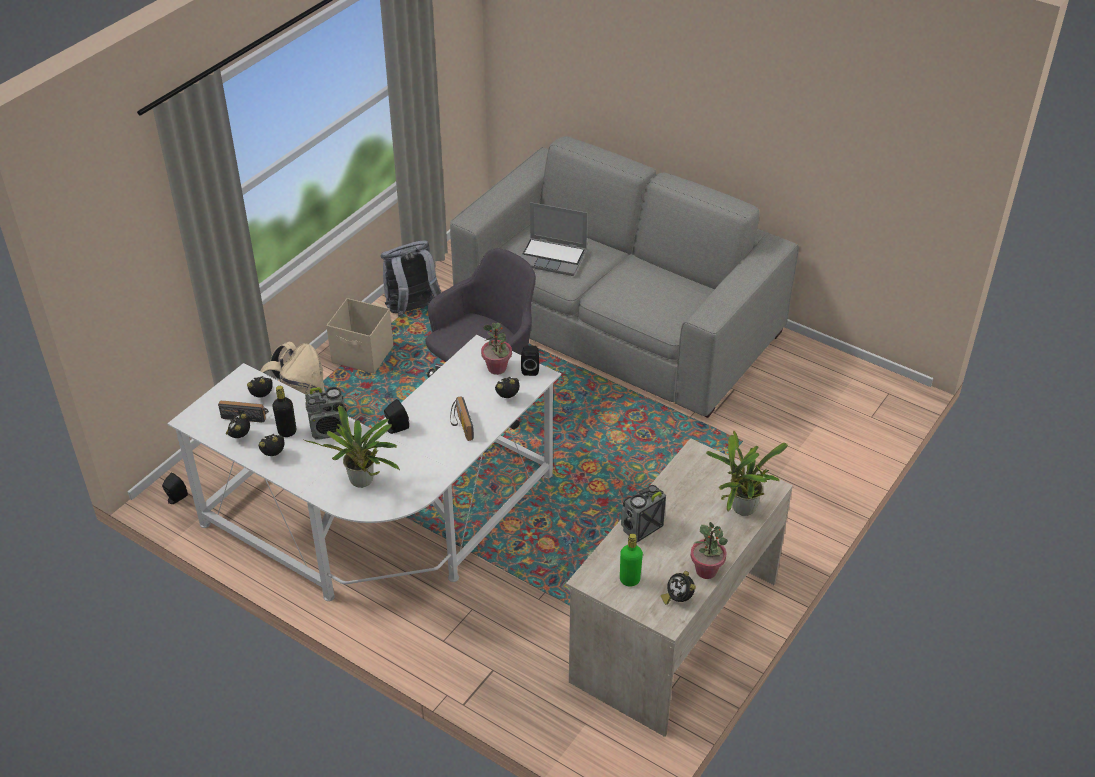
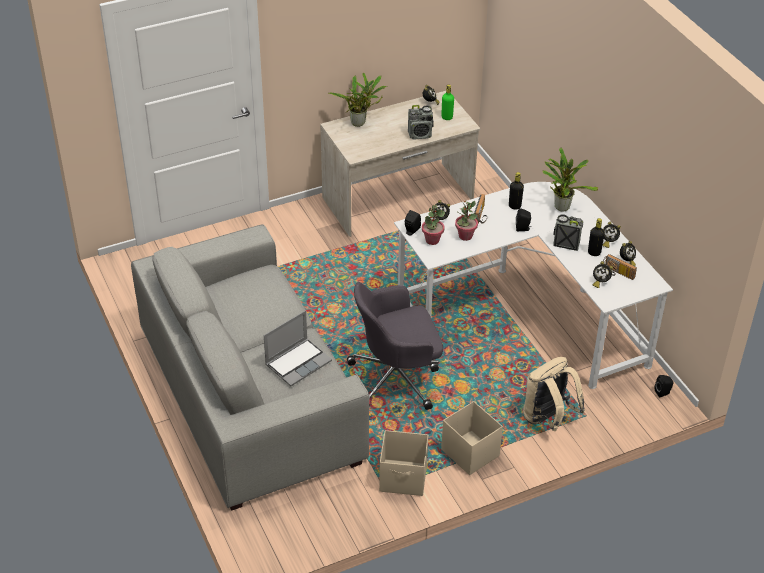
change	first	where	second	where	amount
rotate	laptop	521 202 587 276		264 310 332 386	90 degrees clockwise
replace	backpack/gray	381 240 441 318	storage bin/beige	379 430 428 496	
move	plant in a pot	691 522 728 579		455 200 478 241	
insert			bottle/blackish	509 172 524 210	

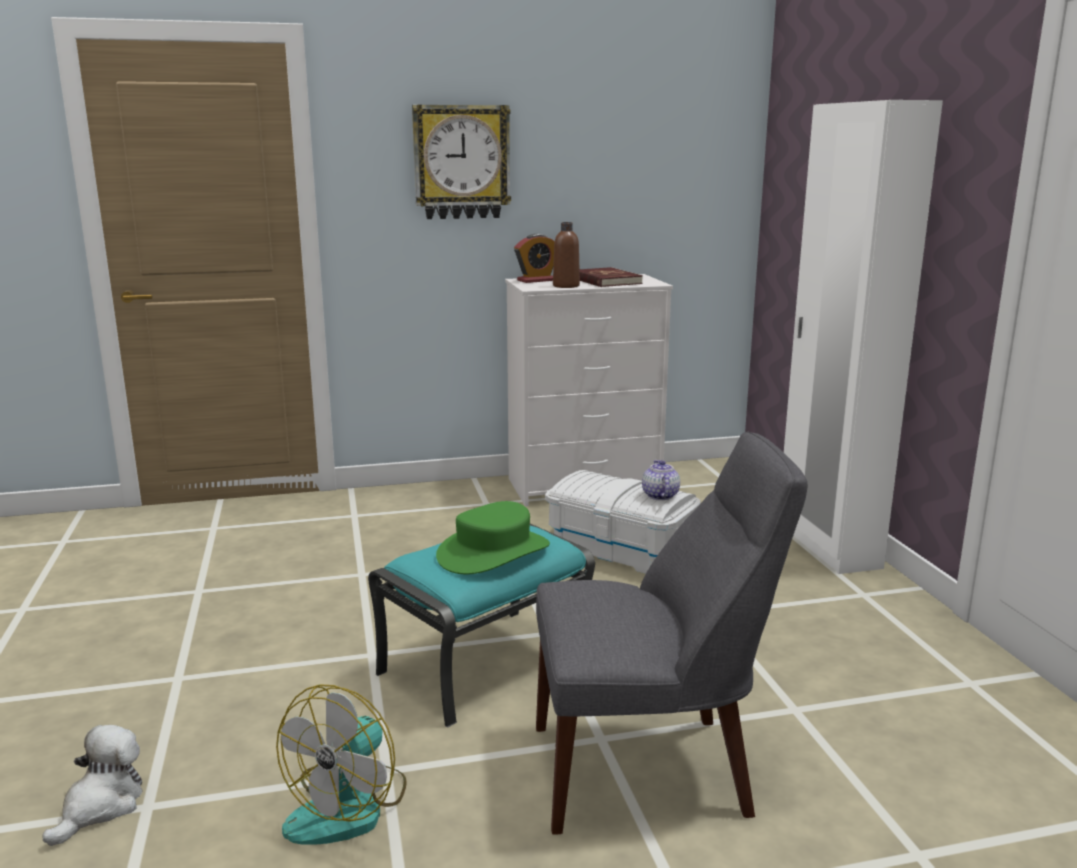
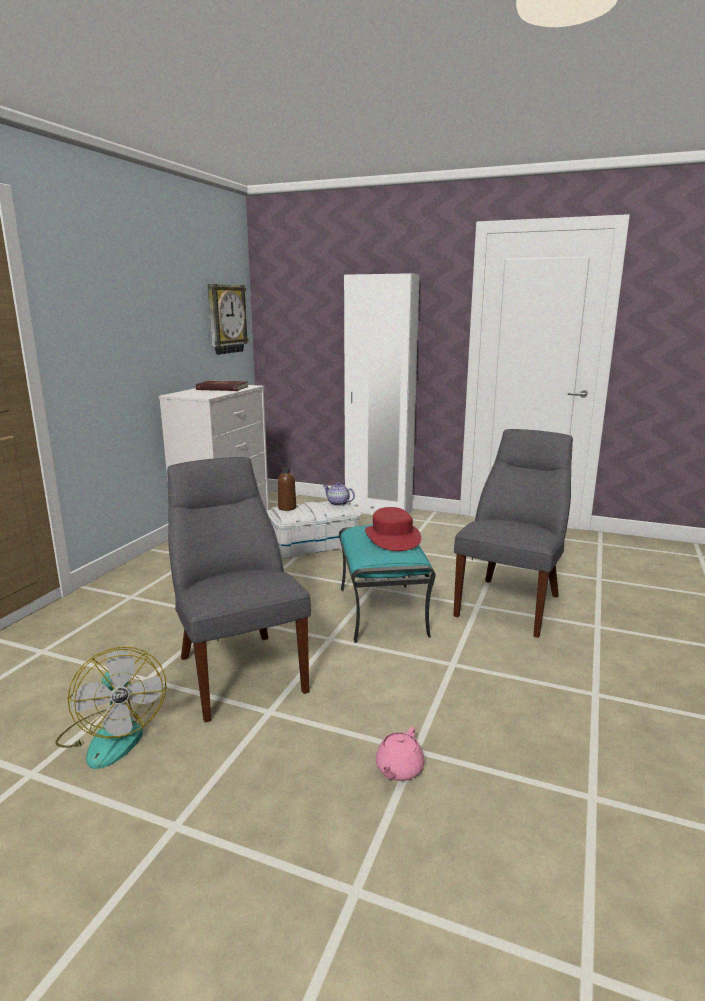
change	first	where	second	where	amount
move	clock on the wall	412 104 511 219		207 284 249 355	
move	bottle/brown	553 222 580 288		278 466 296 511	
delete	bedside clock	514 234 555 283			
recolor	hat/green-coloured	436 501 550 574	hat/red	365 507 421 551	
move	fan	276 684 407 845		55 647 166 769	
replace	soft toy	43 725 142 846	pot for tea/pink	376 727 424 781	
insert			plain chair/gray	167 457 311 722	

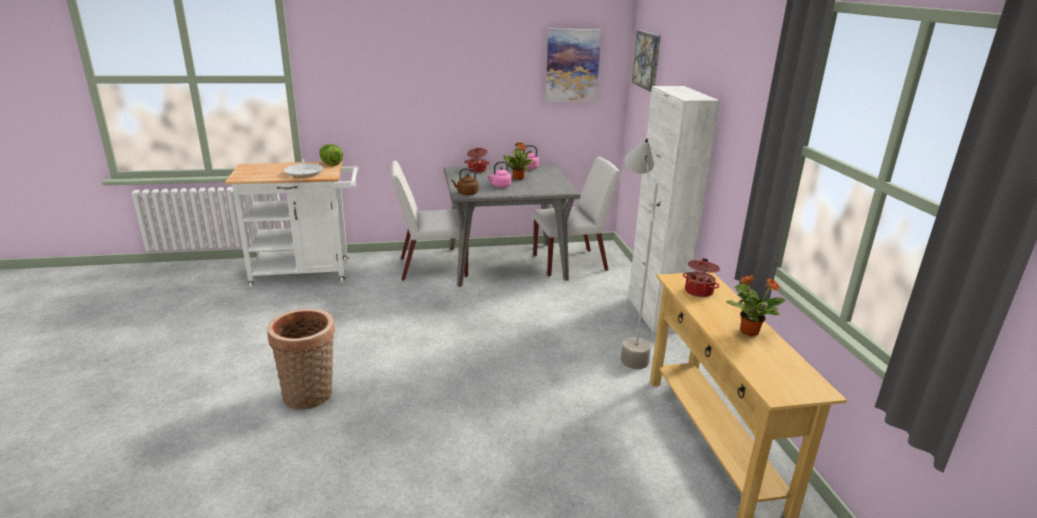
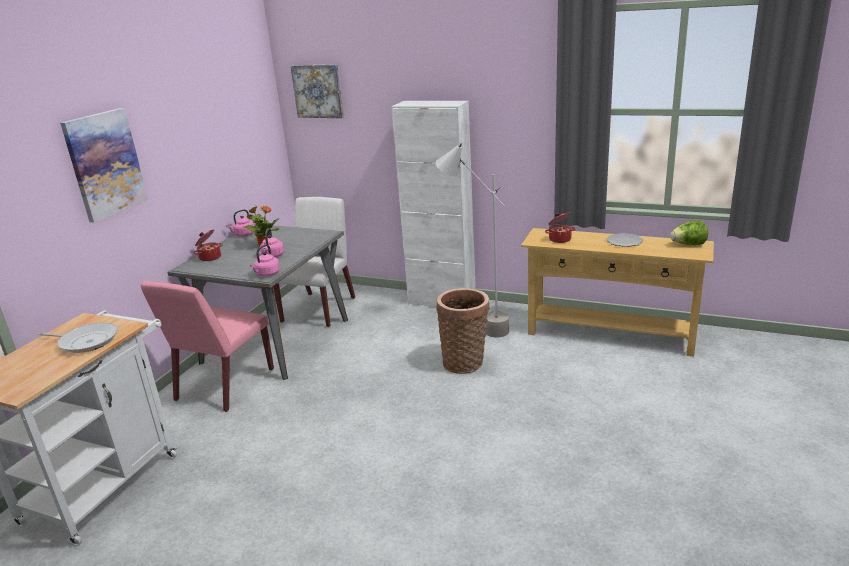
change	first	where	second	where	amount
move	wall picture	545 29 602 102		60 108 148 223	
move	lettuce	319 144 343 166		670 220 708 245	
recolor	plain chair/white	391 160 470 281	plain chair/pink	141 281 274 412	
recolor	tea kettle/brown	451 168 478 195	tea kettle/pink	250 244 280 277	
replace	plant in a pot	726 274 786 336	flat dish	606 233 644 247	
move	storage basket	267 309 335 410		436 288 490 374	

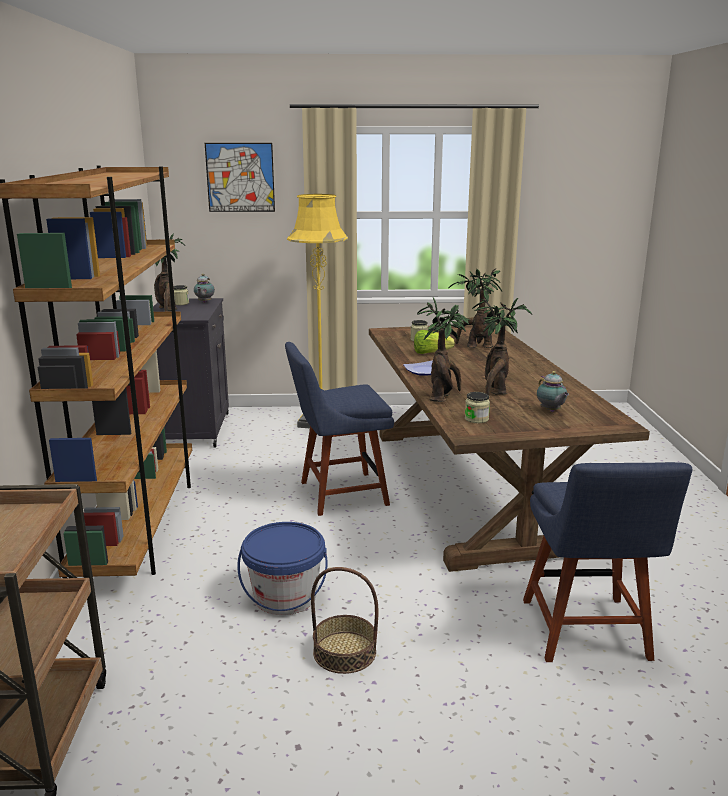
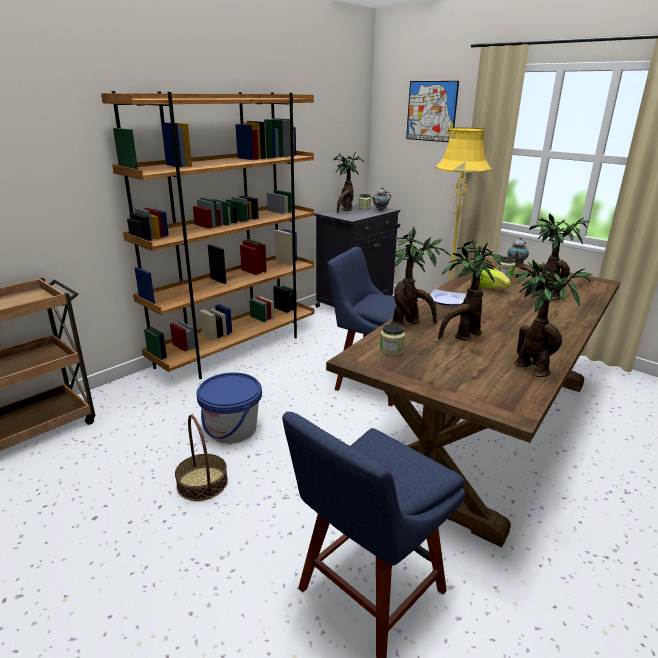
change	first	where	second	where	amount
move	pot for tea	537 371 569 412		507 237 529 266	
insert			plant in a pot	511 259 593 377	

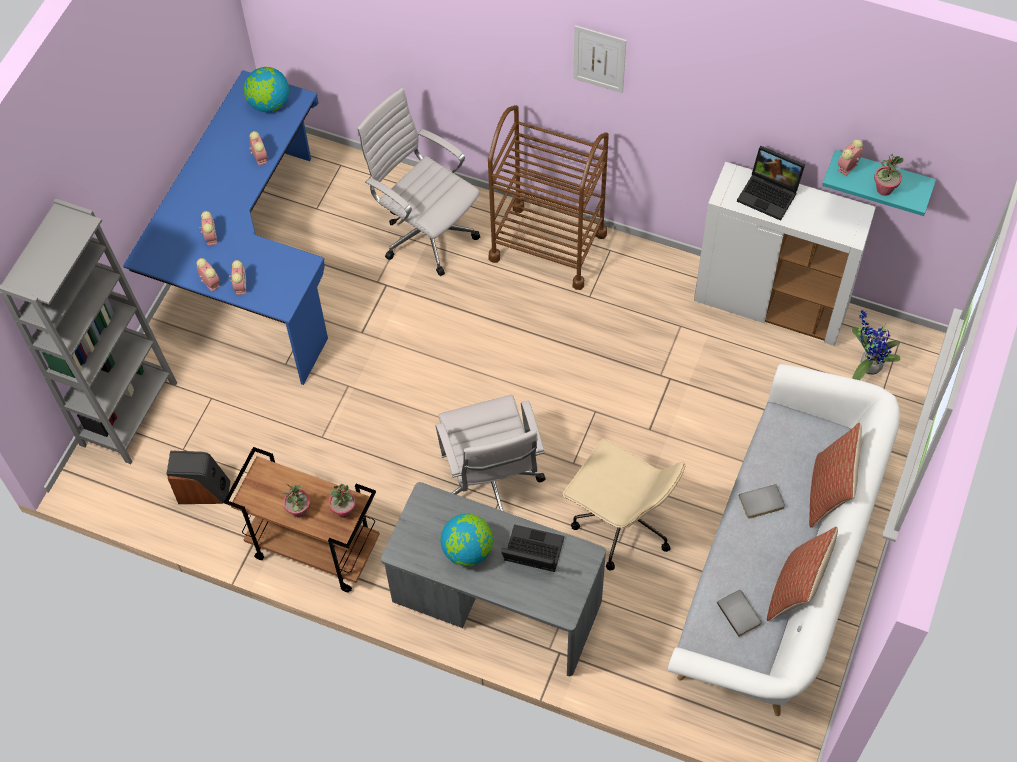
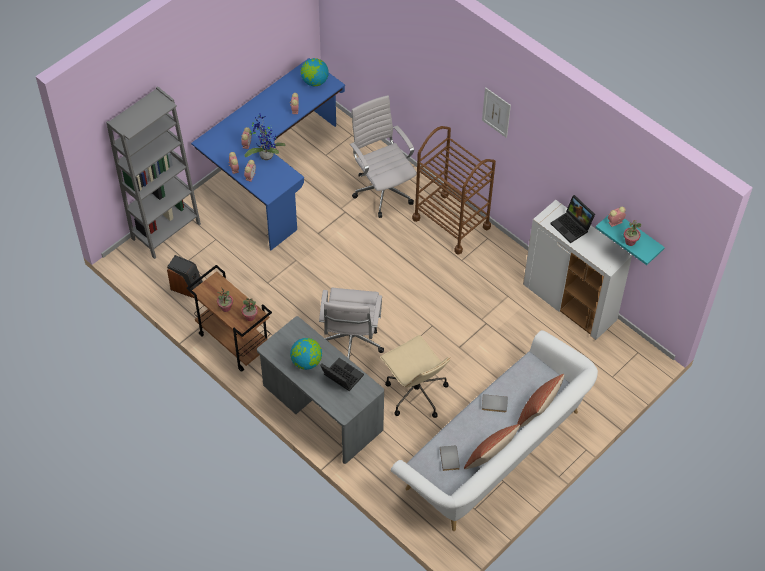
change	first	where	second	where	amount
move	plant in a pot	851 310 900 380		244 114 286 160	

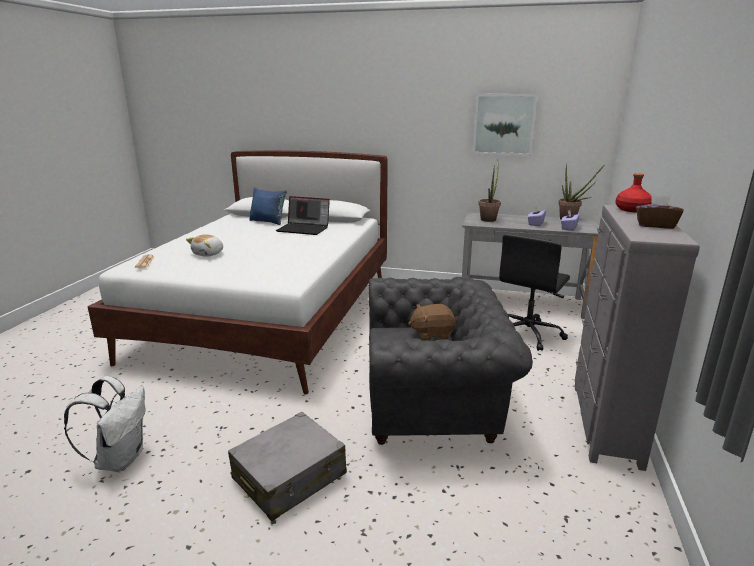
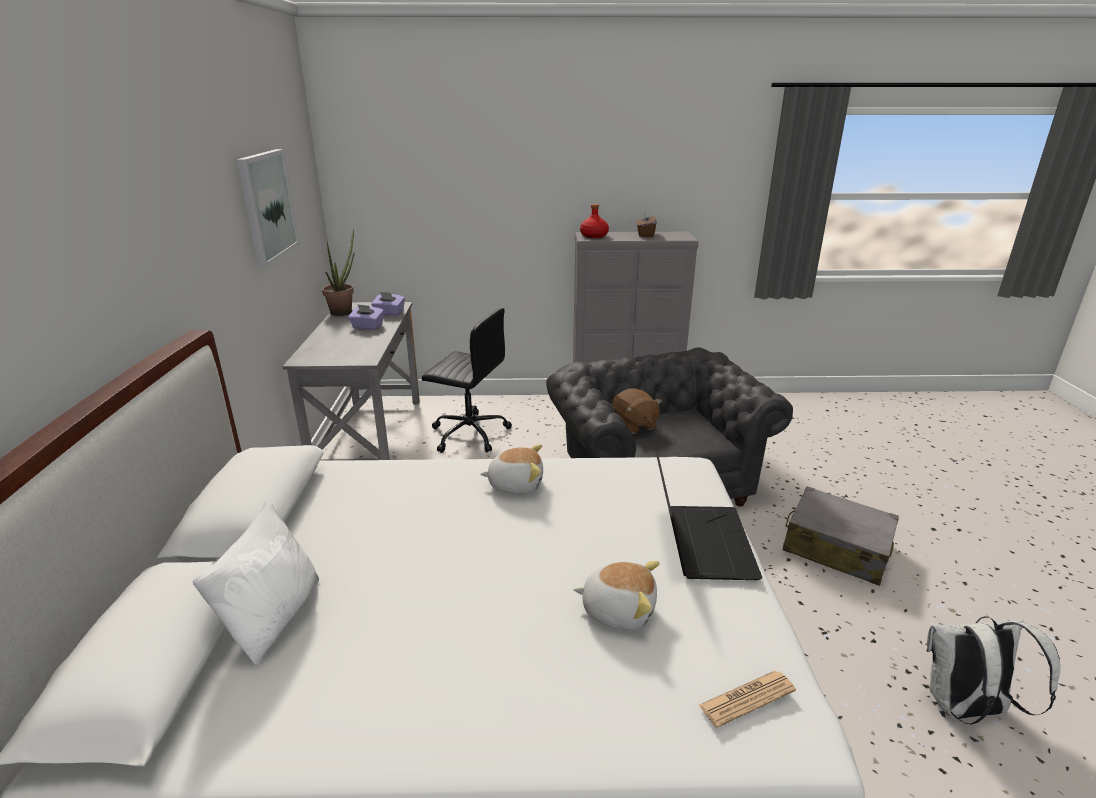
change	first	where	second	where	amount
delete	plant in a pot	478 160 501 222			
recolor	cushion/blue-coloured	249 188 287 225	cushion/white	193 500 319 665	
move	laptop	276 196 330 235		656 452 762 580	
insert			soft toy	480 444 543 494	

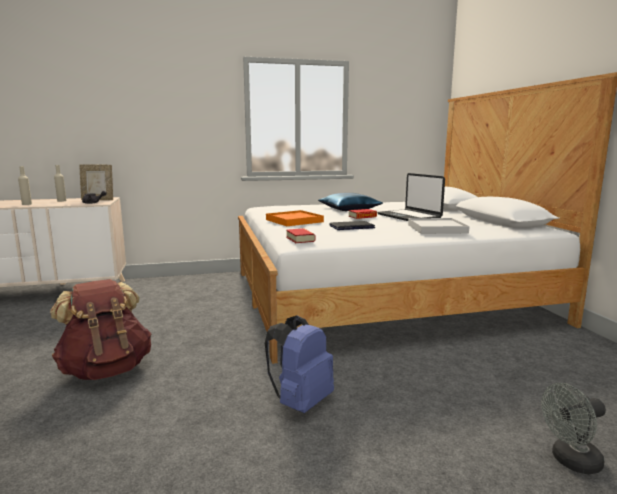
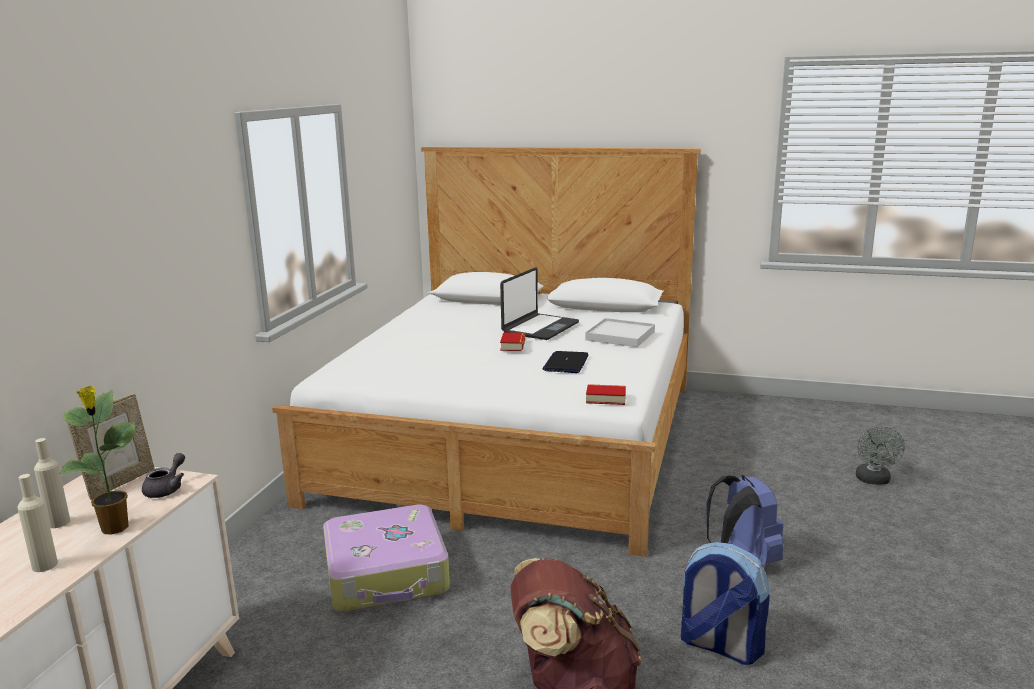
change	first	where	second	where	amount
rotate	laptop	377 173 445 221		500 267 579 340	60 degrees counterclockwise
delete	cushion/blue-coloured	318 193 383 211			
delete	serving tray/orange-coloured	266 210 324 226			
insert			plant in a pot	59 386 136 535	
insert			travel case	323 504 450 612	
insert			backpack	681 542 769 665	

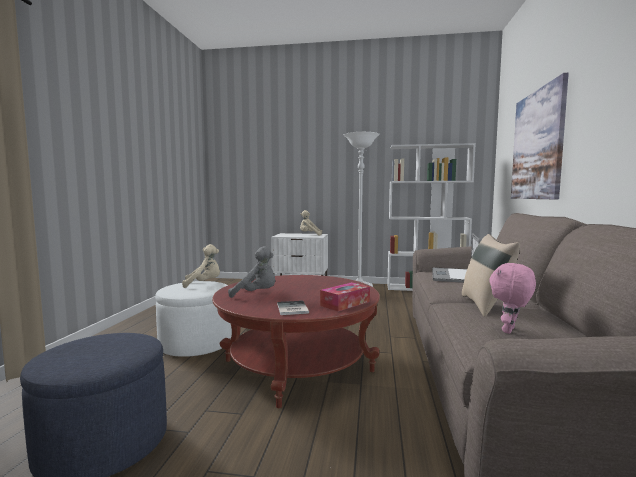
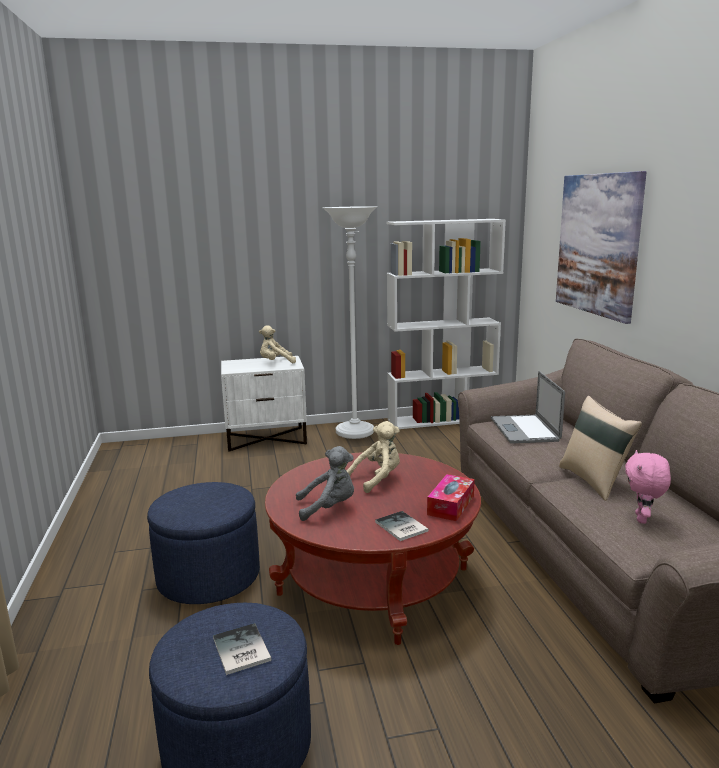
change	first	where	second	where	amount
move	soft toy/beige	182 244 220 288		346 421 400 493	
recolor	pouffe/white	155 281 232 357	pouffe/blue-coloured	147 482 260 604	
insert			bound book	213 623 271 675	

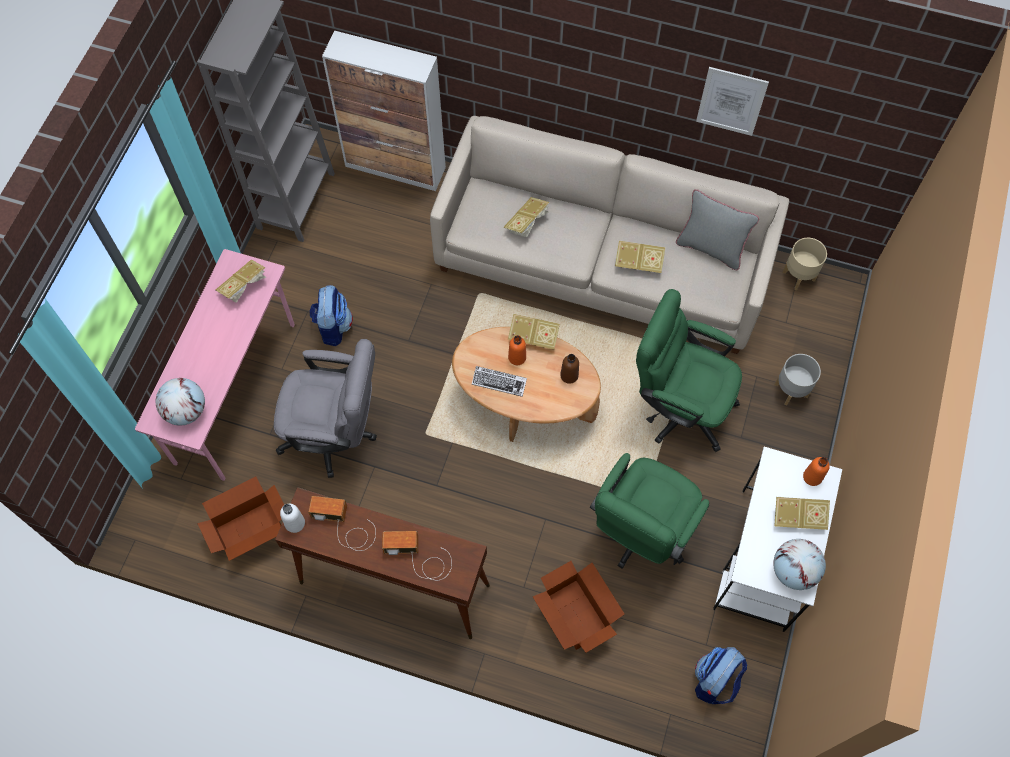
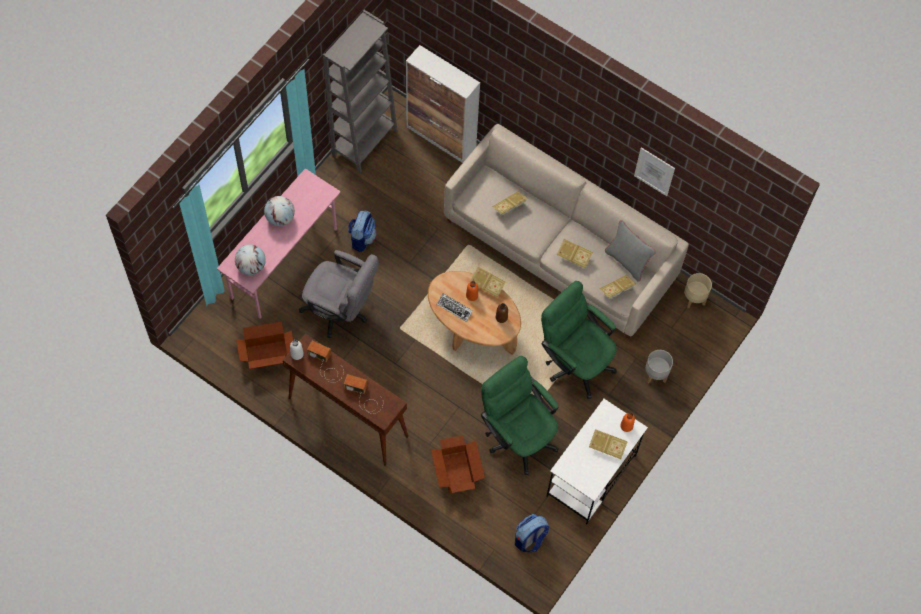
change	first	where	second	where	amount
move	bound book	216 259 266 303		600 275 636 302	
rotate	computer chair/green-coloured	590 453 709 569		481 356 559 475	90 degrees clockwise
move	desk globe	773 539 826 590		264 196 295 226	

